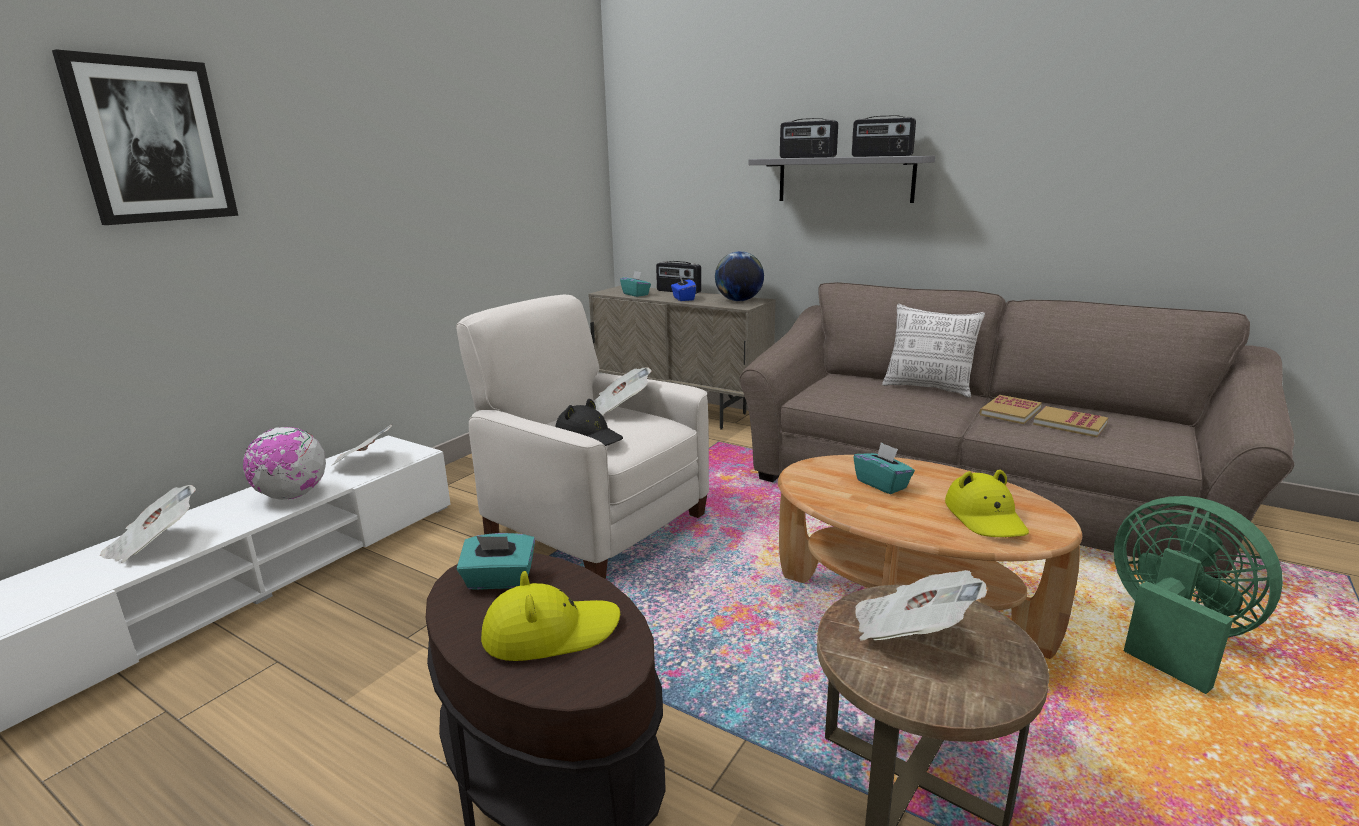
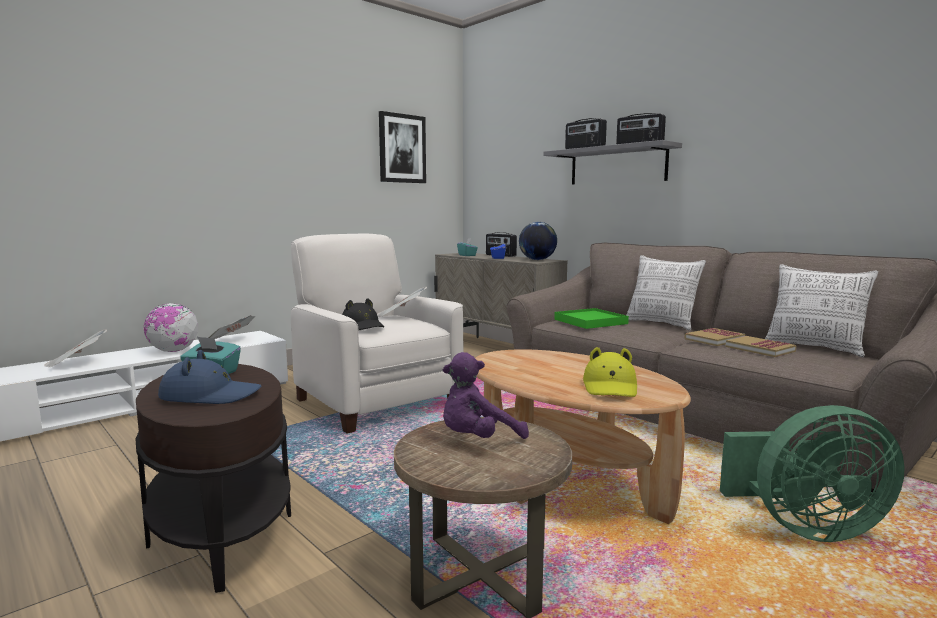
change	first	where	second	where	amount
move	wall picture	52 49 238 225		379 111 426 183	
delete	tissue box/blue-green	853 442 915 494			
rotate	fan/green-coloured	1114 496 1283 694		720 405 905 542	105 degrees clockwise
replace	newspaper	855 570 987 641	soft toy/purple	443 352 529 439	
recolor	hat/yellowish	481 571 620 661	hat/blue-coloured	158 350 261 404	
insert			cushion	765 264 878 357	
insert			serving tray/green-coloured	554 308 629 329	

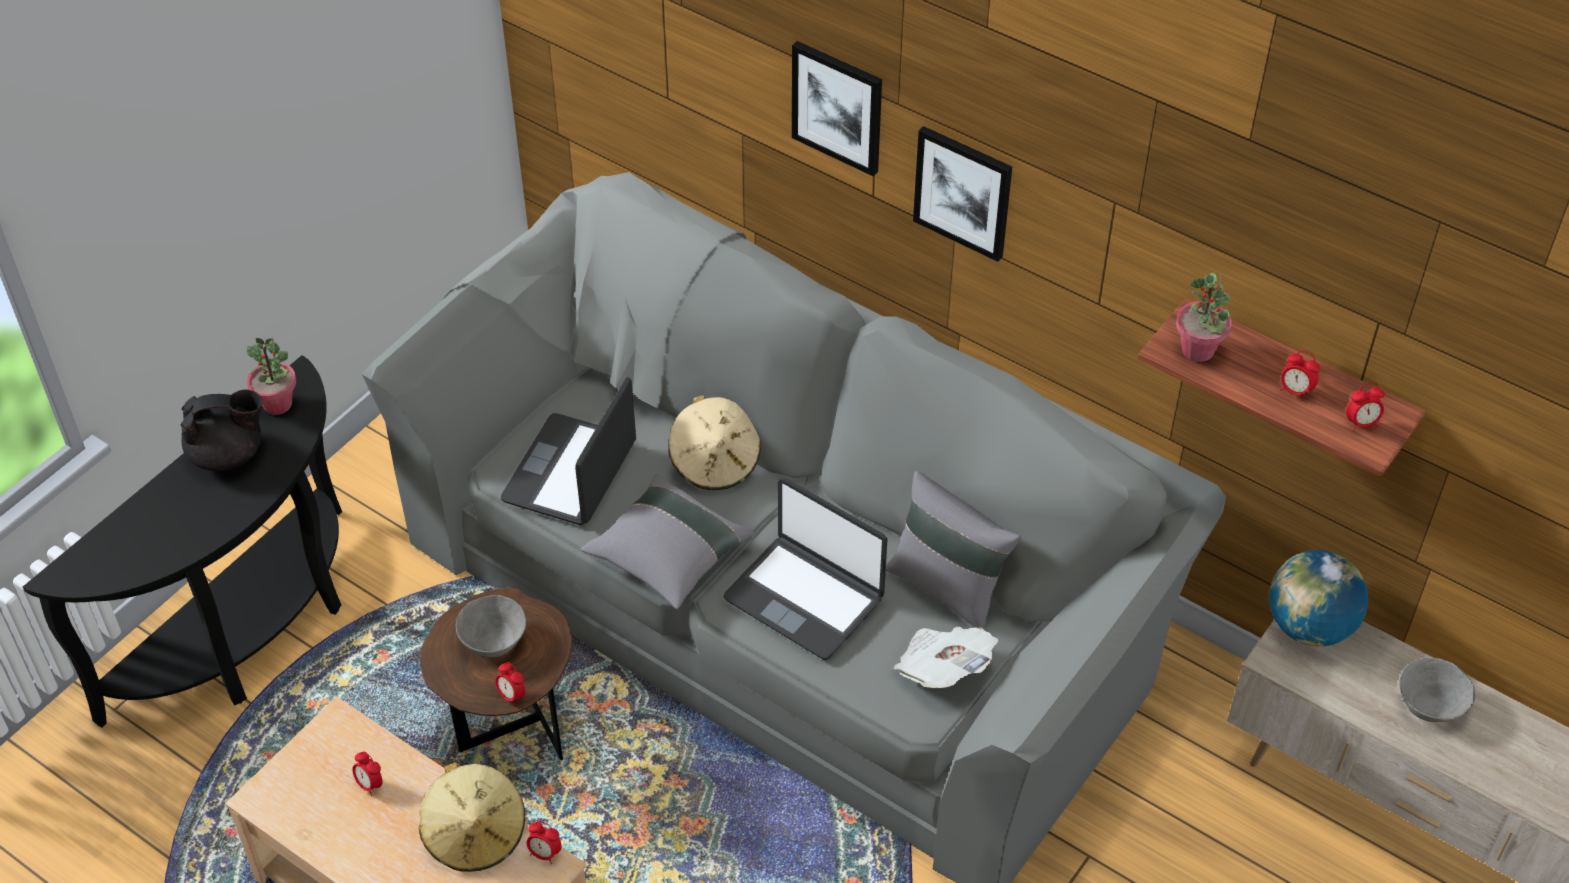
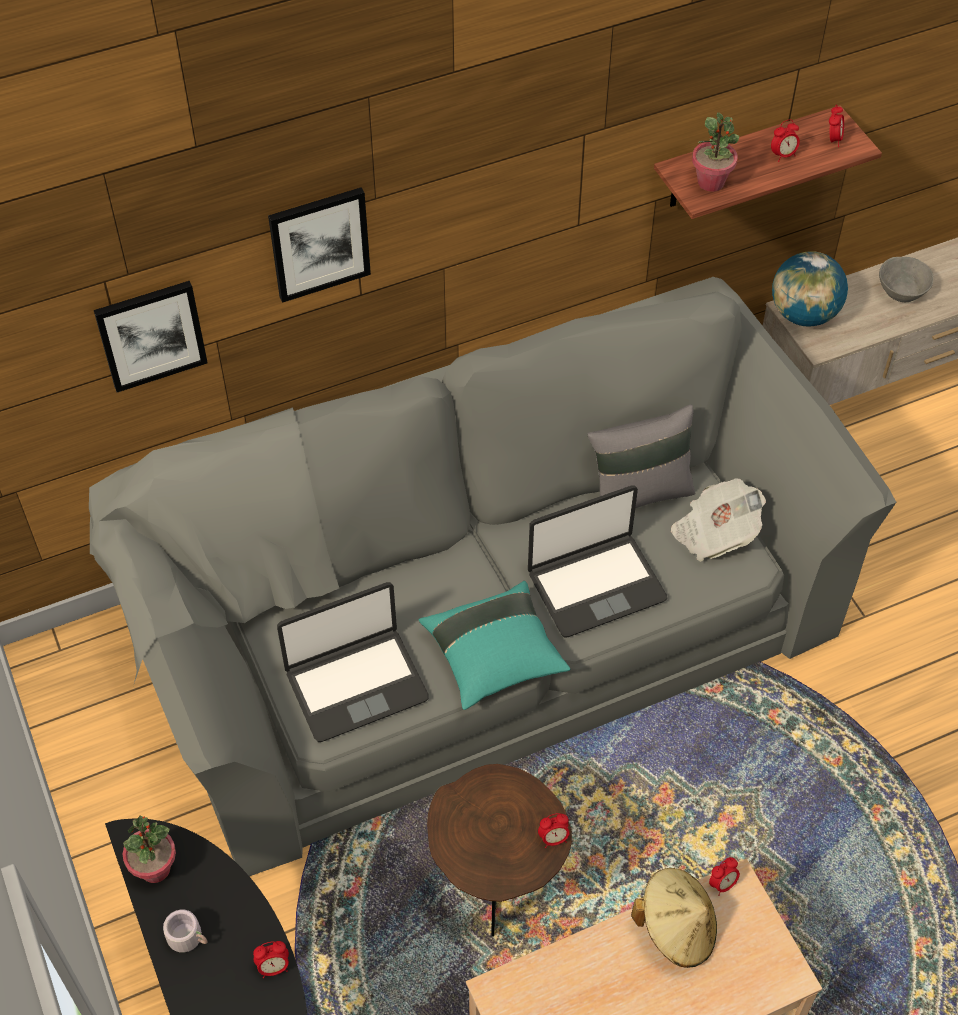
change	first	where	second	where	amount
move	wall picture	913 126 1012 262		94 281 208 393	
rotate	laptop	501 377 636 525		277 582 429 742	75 degrees counterclockwise
replace	pot for tea/blackish	181 389 262 471	tea mug/gray	163 910 208 953	
delete	hat/beige	668 395 761 490			
recolor	cushion/gray	581 474 755 610	cushion/blue-green	419 581 570 710	
delete	serving bowl/gray	456 595 526 657			
move	bedside clock	352 751 383 796		253 941 289 978	

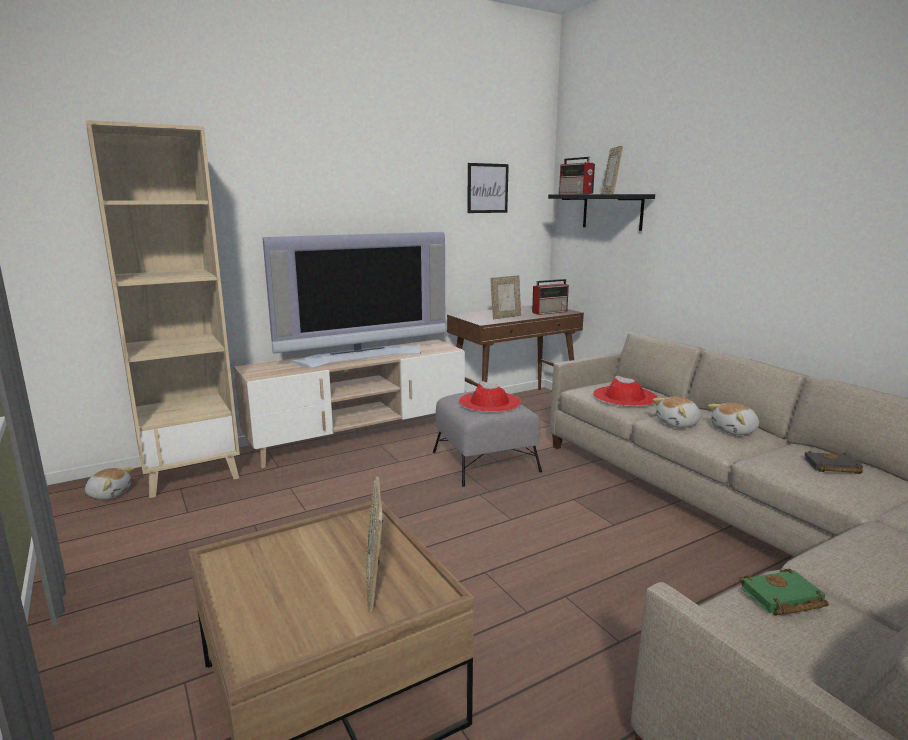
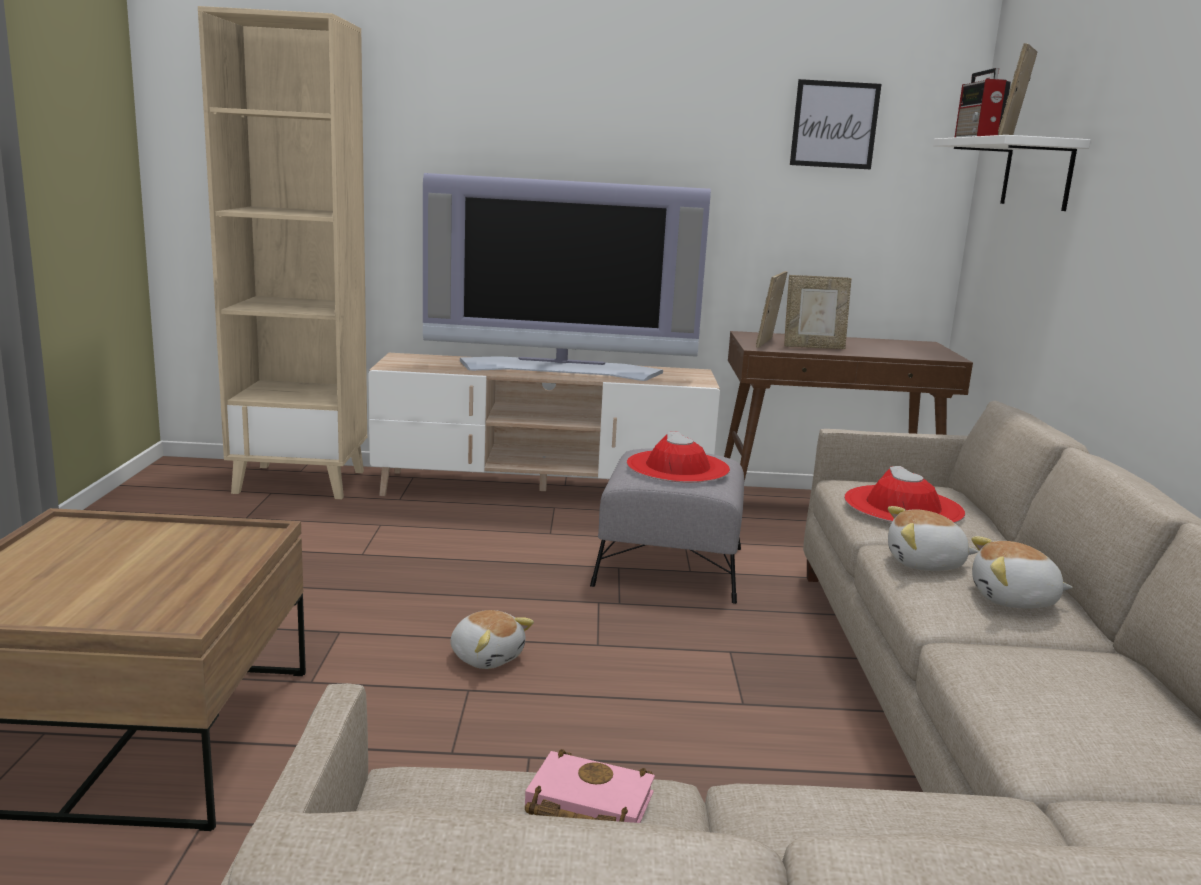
change	first	where	second	where	amount
recolor	bracket shelf/blackish	548 194 655 231	bracket shelf/white	933 135 1091 211	
delete	radio	532 279 569 315			
delete	bound book/blackish	804 451 863 474			
move	soft toy	85 467 134 500		450 610 534 669	
move	photo frame	365 477 383 612		756 271 787 348	
recolor	bound book/green-coloured	739 569 829 616	bound book/pink	525 749 655 823	

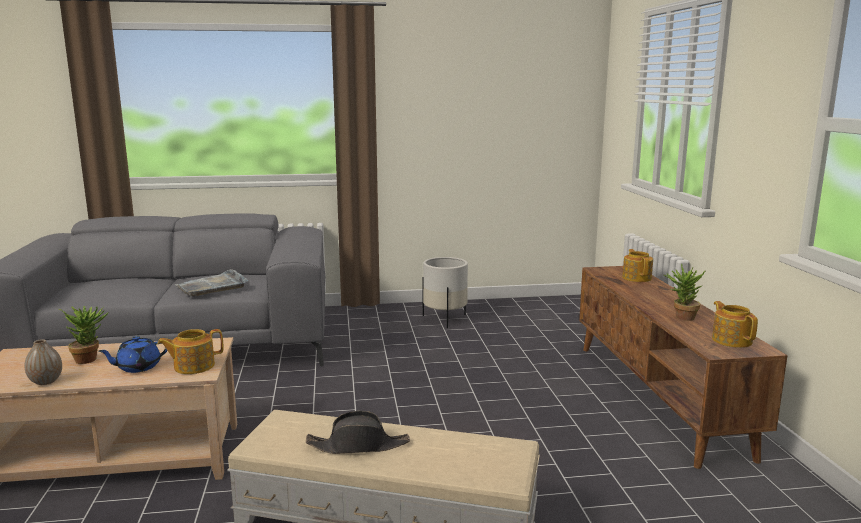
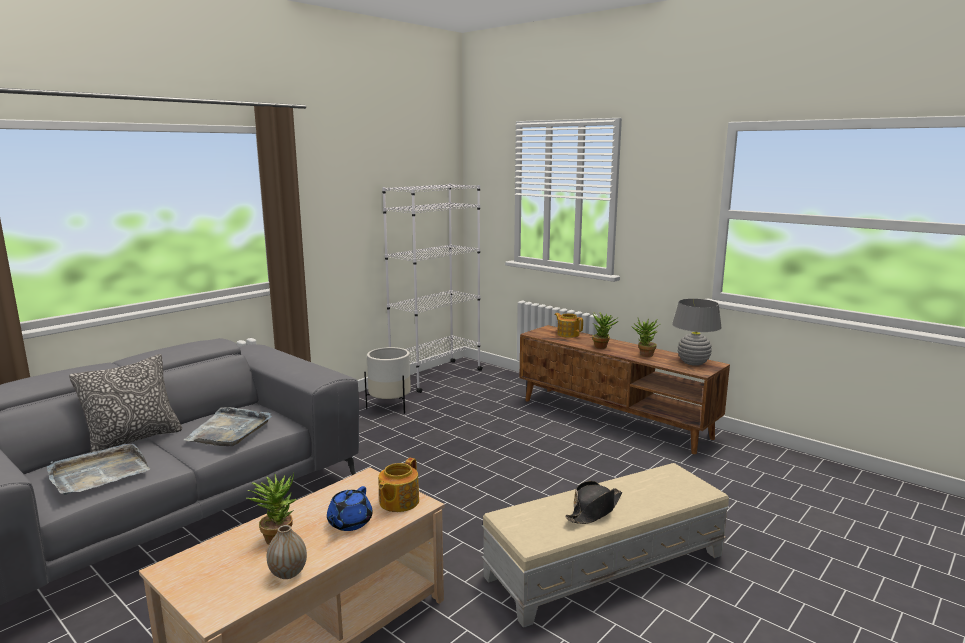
change	first	where	second	where	amount
replace	pot for tea	712 301 758 348	lamp for a table/gray	672 299 722 366	
insert			bookcase/white	382 183 483 393	
insert			plant in a pot	592 312 619 349	
insert			cushion	69 354 182 453	
insert			serving tray/gray	47 444 150 495	

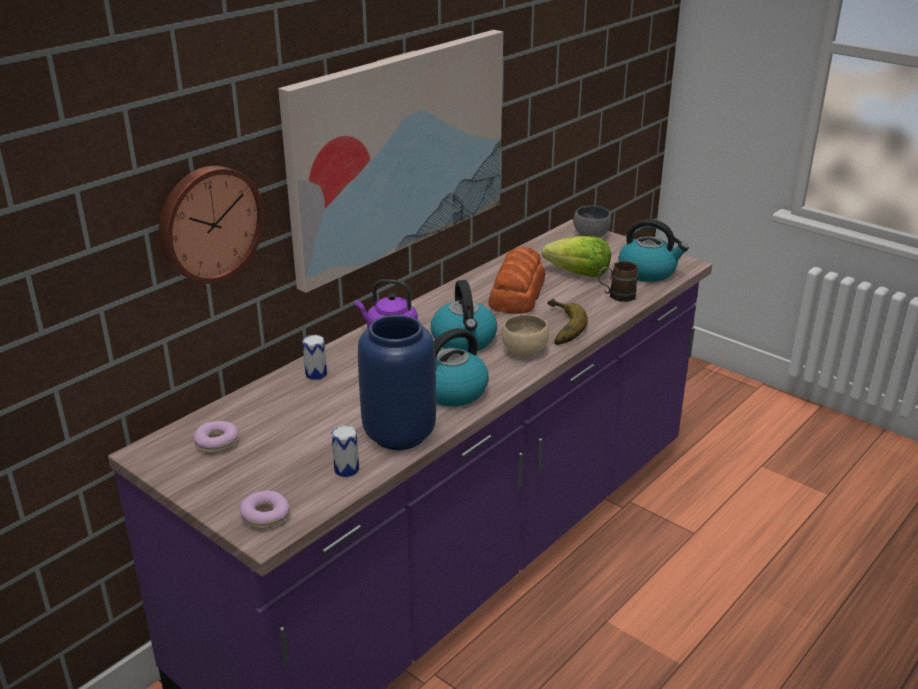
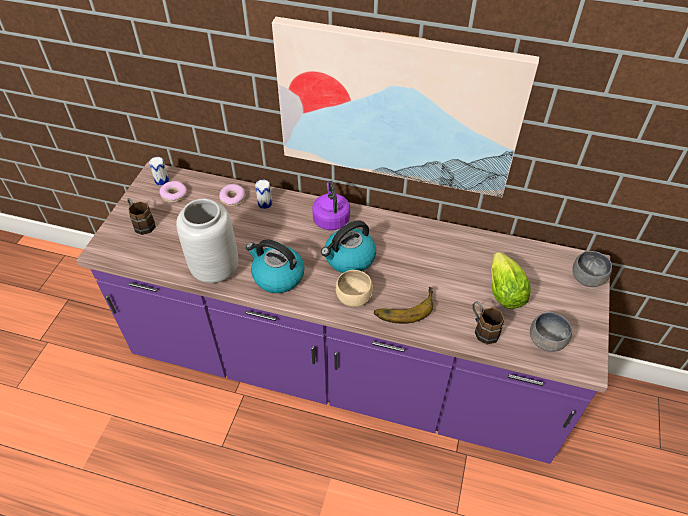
change	first	where	second	where	amount
delete	clock on the wall	158 166 264 284			
replace	tea kettle	618 219 689 282	serving bowl/gray	530 312 572 352	
delete	baked bread	488 247 545 314			
recolor	flower vase/blue-coloured	358 315 436 450	flower vase/gray	176 198 238 283	
move	can	331 425 359 477		149 157 169 186	
move	donut	239 491 290 529		219 184 245 206	
insert			tea mug/brown	127 198 156 235	

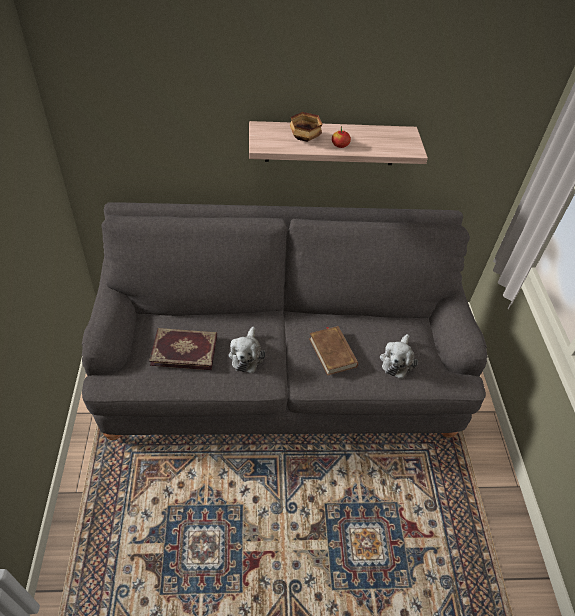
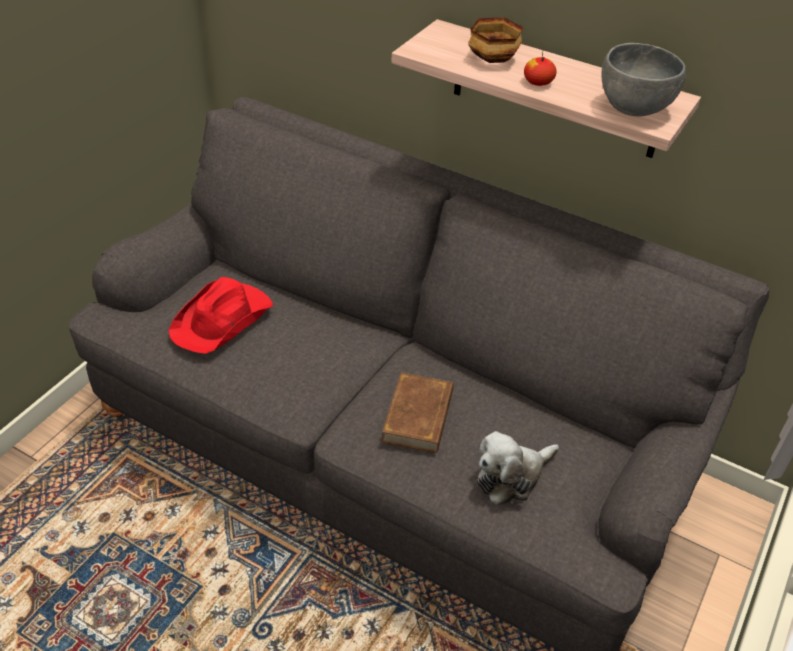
change	first	where	second	where	amount
delete	soft toy	229 327 265 373			
replace	bound book	149 328 217 370	hat/red	169 277 273 354	
insert			serving bowl/gray	602 43 686 116	

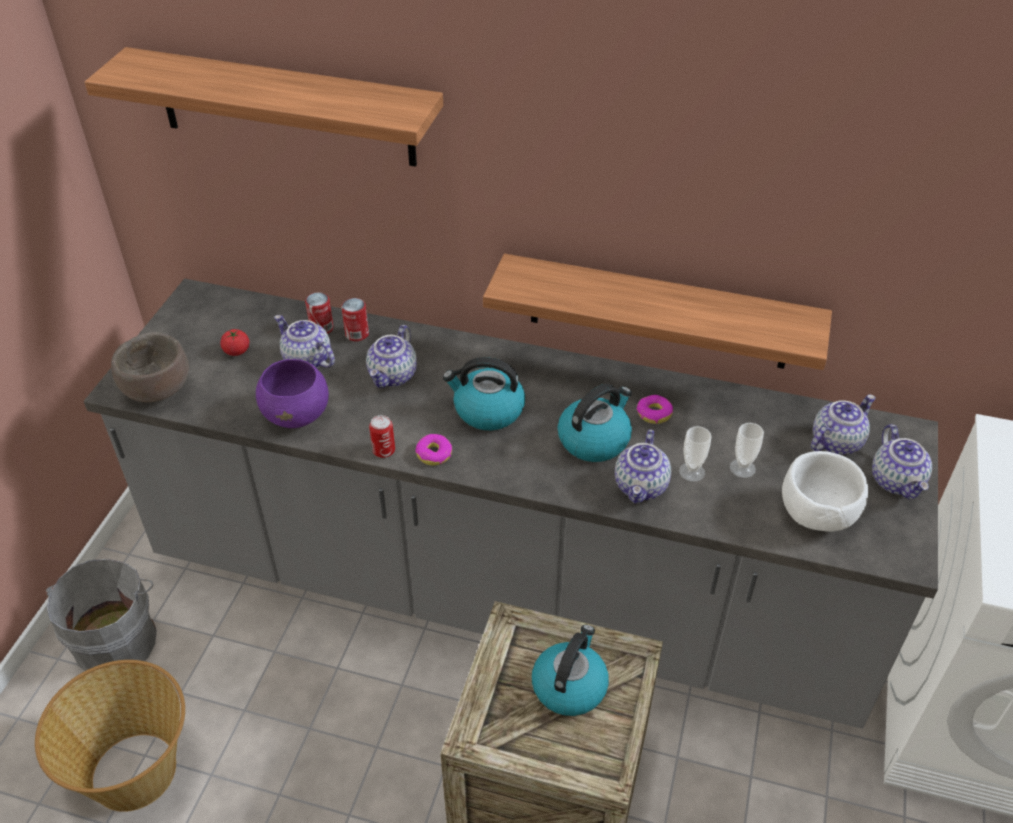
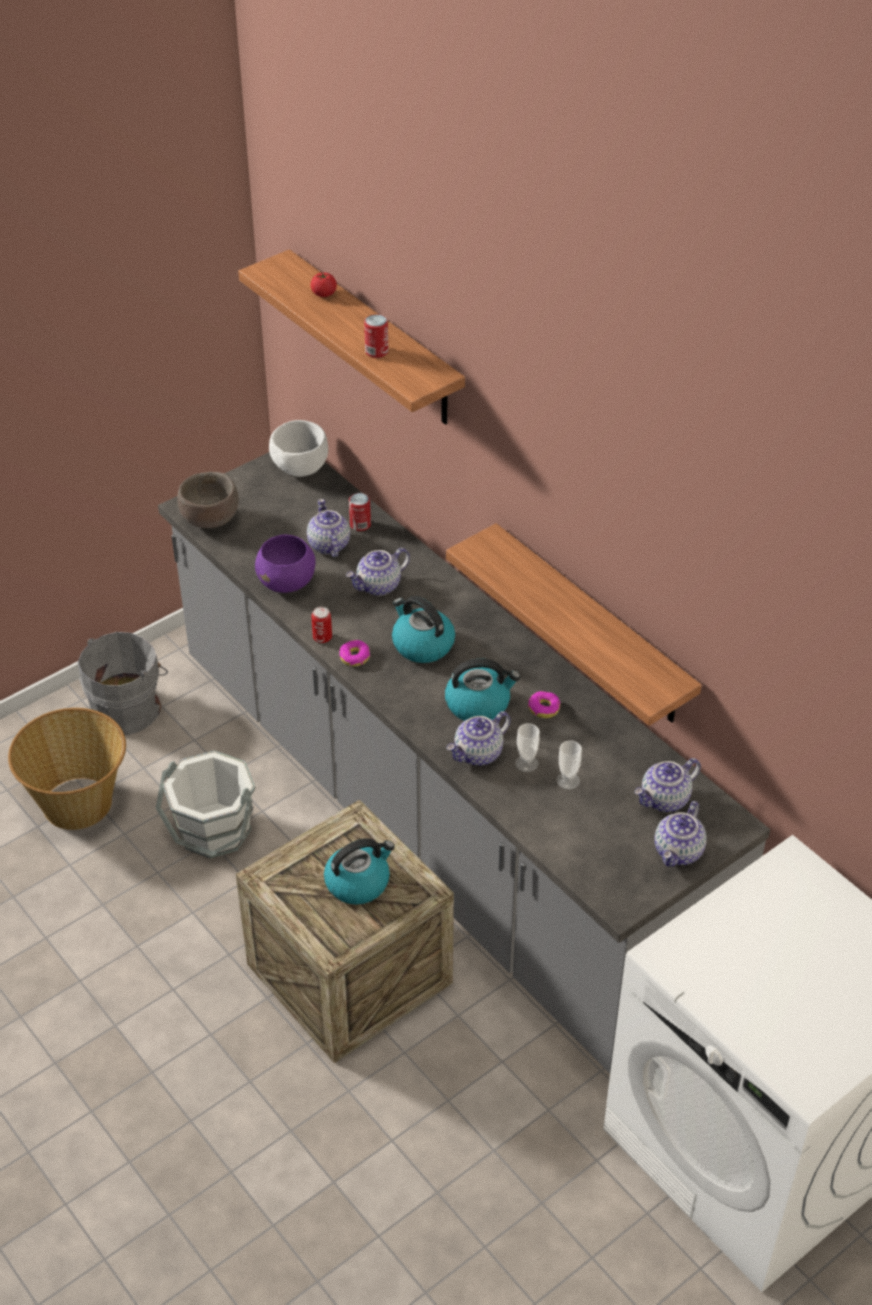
change	first	where	second	where	amount
move	can	341 298 369 341		364 314 388 358	
move	tomato	220 329 249 356		311 272 337 297	
rotate	pot for tea	811 394 875 455		634 758 701 812	150 degrees clockwise
move	serving bowl/white	782 451 868 532		269 420 328 477	
insert			bucket/white	156 751 255 859	

